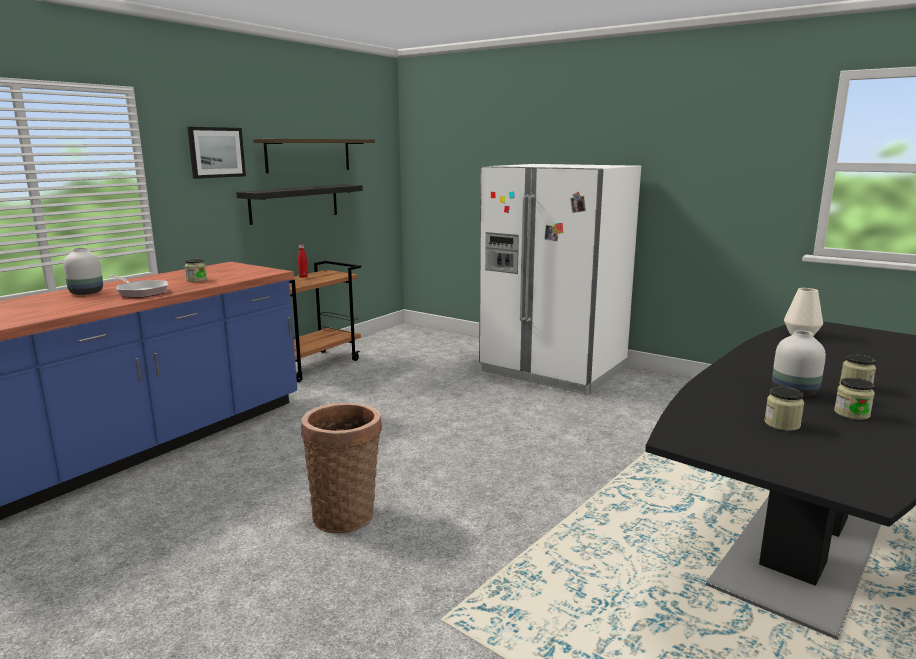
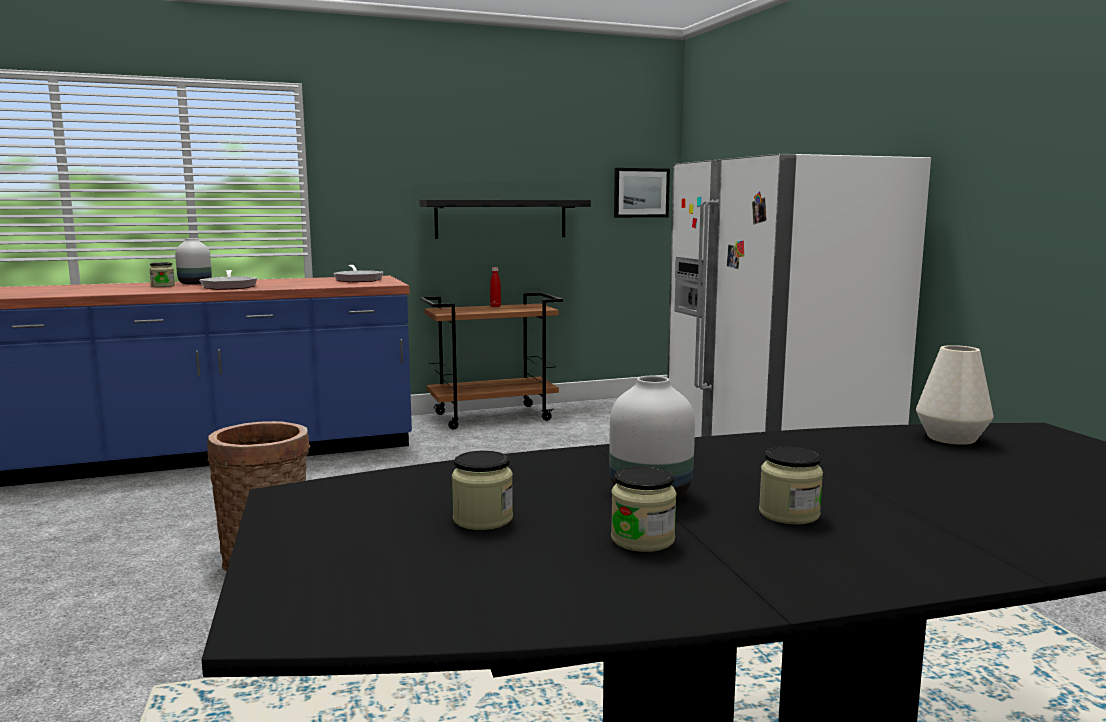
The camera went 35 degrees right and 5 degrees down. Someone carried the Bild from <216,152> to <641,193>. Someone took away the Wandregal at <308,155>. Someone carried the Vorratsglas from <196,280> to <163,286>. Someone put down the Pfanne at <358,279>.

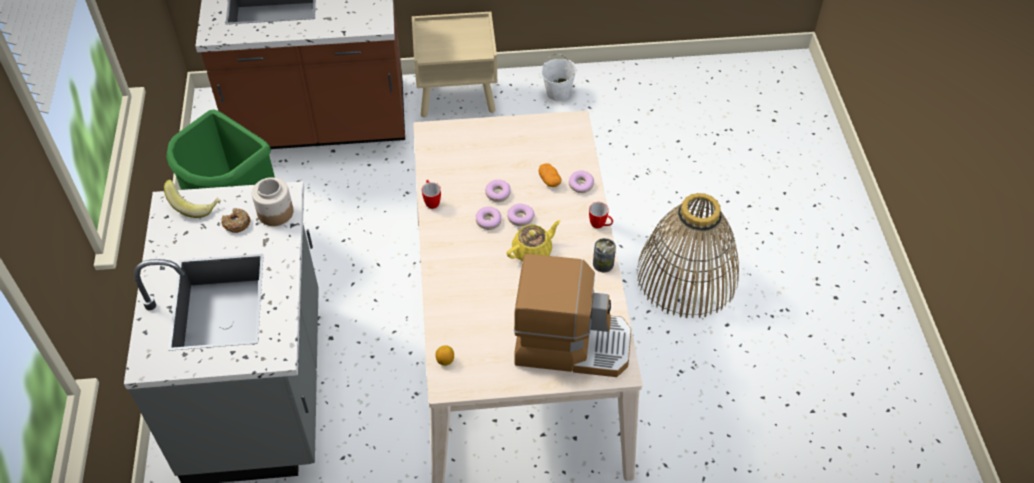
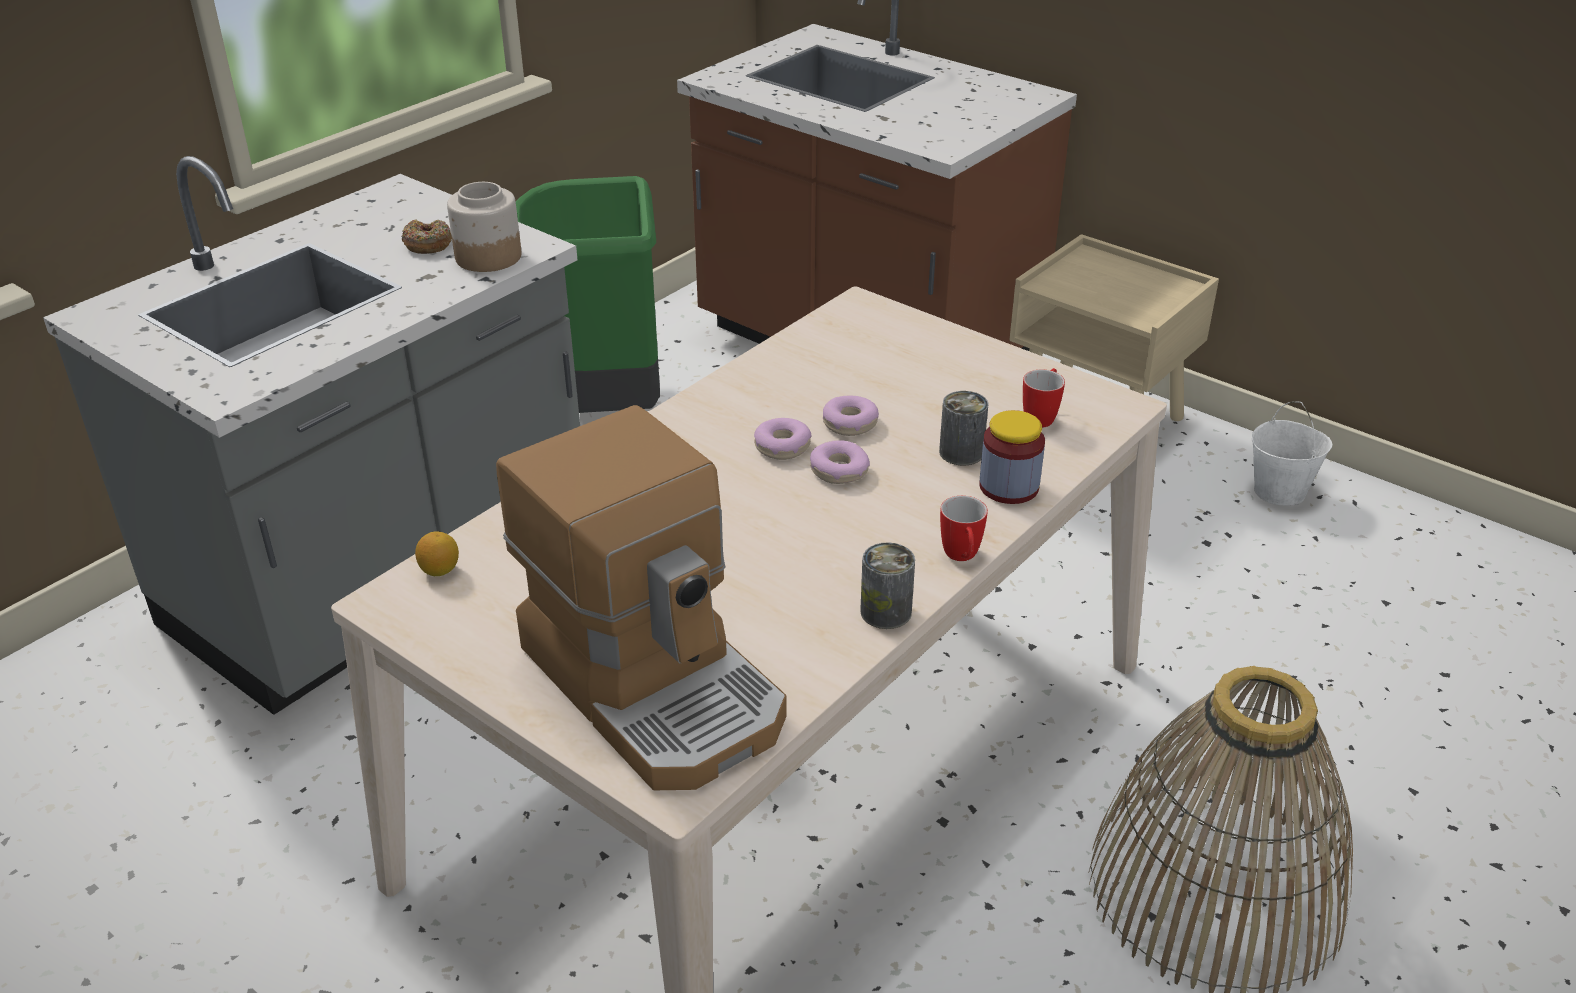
The camera went 45 degrees right and 15 degrees down. Someone swapped the Kartoffel at <549,180> for the Dose at <961,452>. Someone swapped the Donut at <581,185> for the Vorratsglas at <1009,487>. Someone took away the Banane at <195,205>. Someone carried the Henkelbecher from <431,201> to <1042,416>. Someone took away the Teekanne [gelb] at <533,251>.

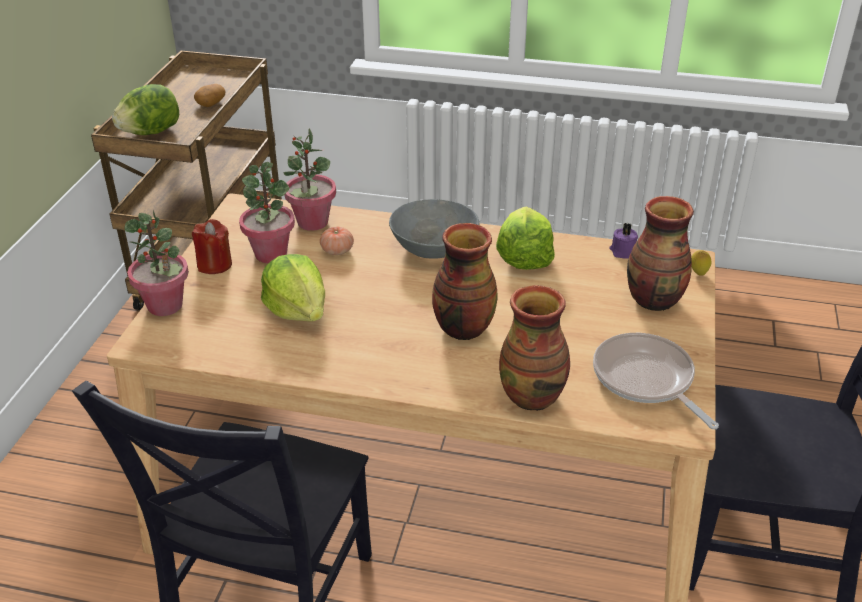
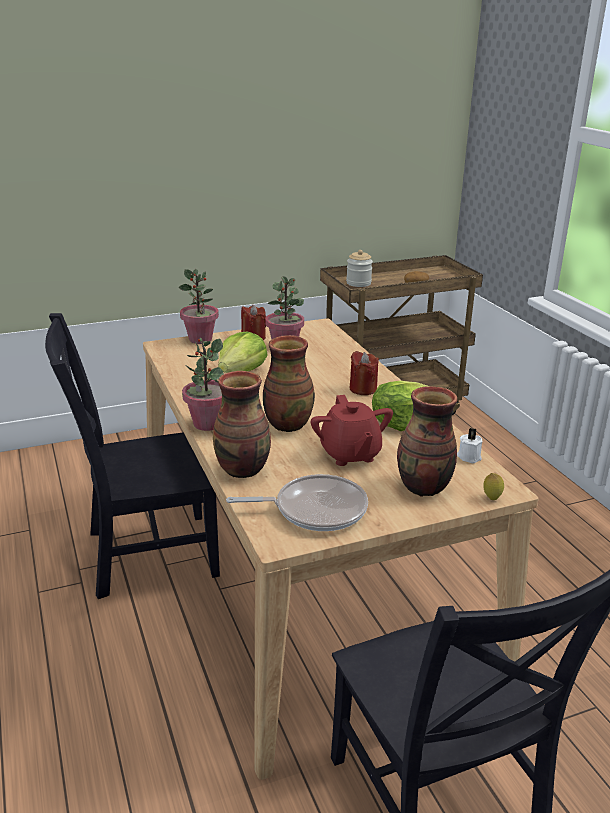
The camera went 55 degrees right and 10 degrees down. Someone swapped the Salatkopf at <151,132> for the Vorratsglas at <358,283>. Someone carried the Topfpflanze from <312,222> to <207,424>. Someone swapped the Schüssel [grau] at <433,248> for the Kerze [rot] at <363,389>. Someone repainted the Kerze [lila] at <622,252>, which became the Kerze [weiß] at <469,456>. Someone took away the Tomate at <337,250>. Someone rotated the Pfanne at <646,380> by 60 degrees clockwise. Someone put down the Teekanne [rot] at <350,454>.

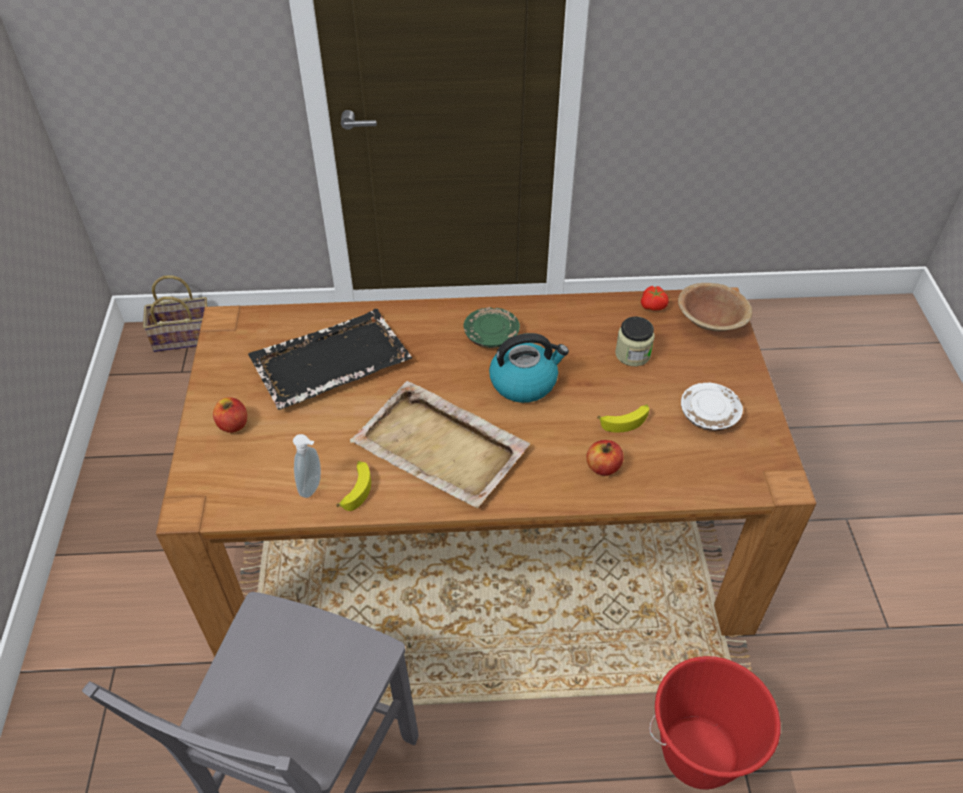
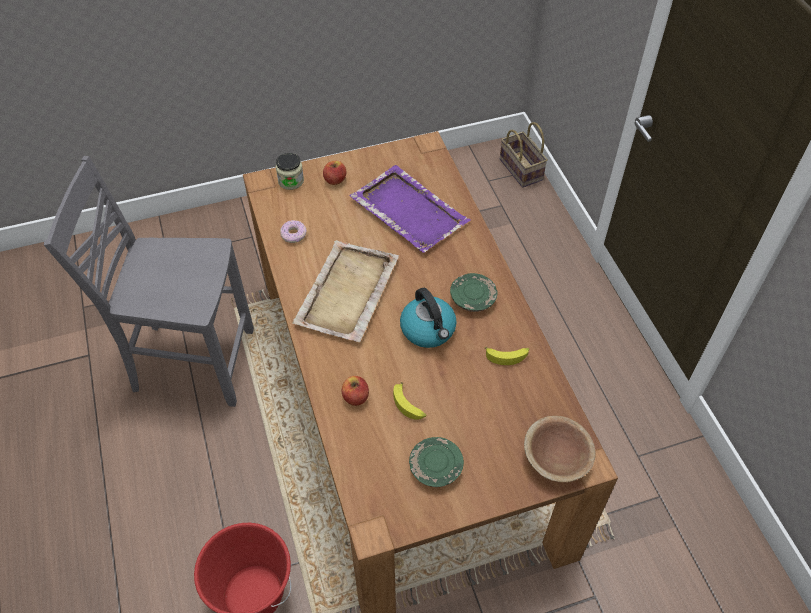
The camera went 75 degrees right and 5 degrees up. Someone took away the Tomate at <653,306>. Someone repainted the Tablett [schwarz] at <329,362>, which became the Tablett [lila] at <408,210>. Someone carried the Vorratsglas from <632,354> to <291,181>. Someone repainted the Teller [weiß] at <709,414>, which became the Teller [grün] at <436,467>. Someone swapped the Seifenspender at <313,487> for the Donut at <294,234>. Someone carried the Banane from <356,488> to <507,356>.

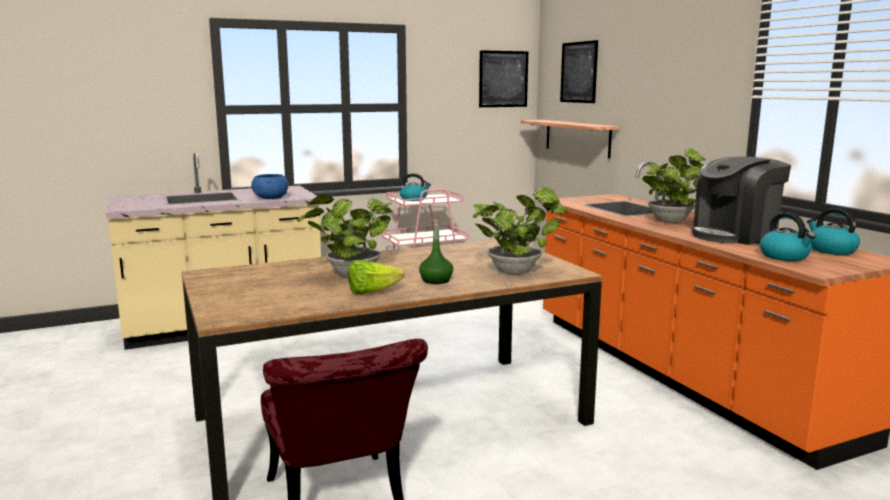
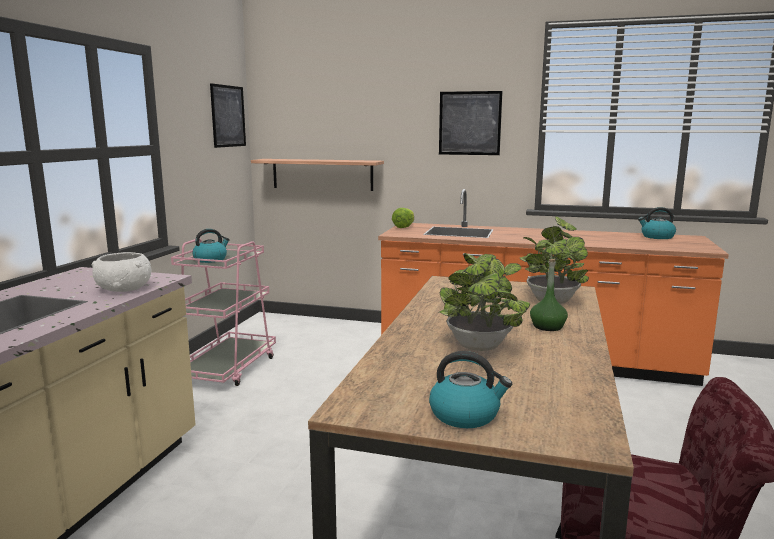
The camera went 50 degrees left and 0 degrees up. Someone carried the Bild from <578,72> to <469,123>. Someone took away the Topfpflanze at <672,220>. Someone took away the Kaffeemaschine at <735,235>. Someone repainted the Schüssel [blau] at <270,197>, which became the Schüssel [weiß] at <124,289>. Someone carried the Wasserkessel from <785,256> to <465,415>. Someone carried the Salatkopf from <372,292> to <404,227>.

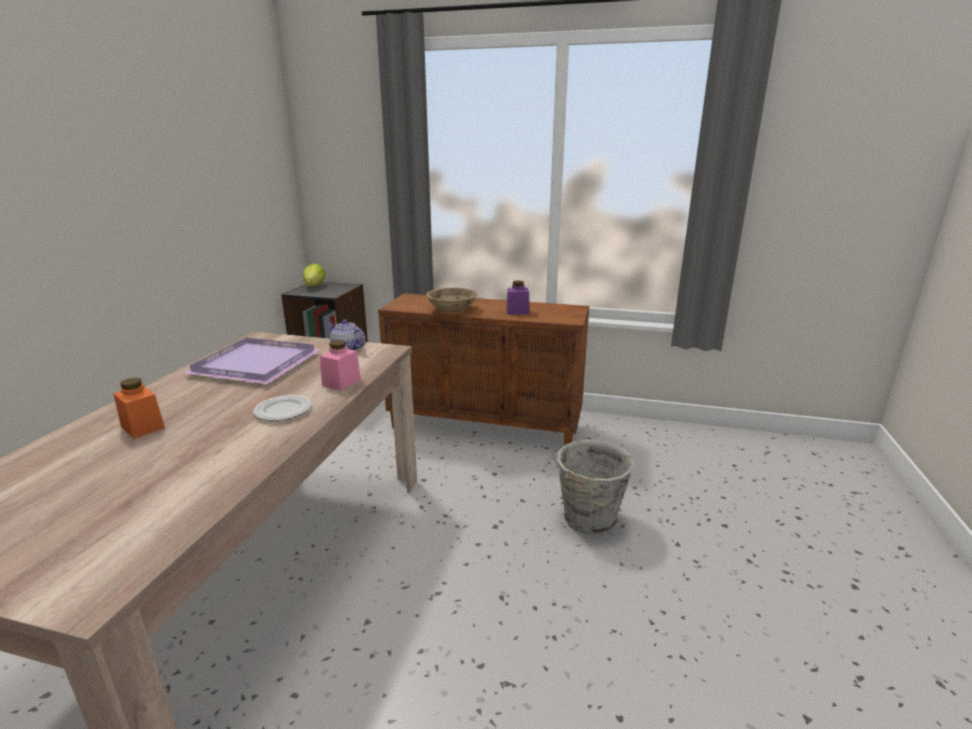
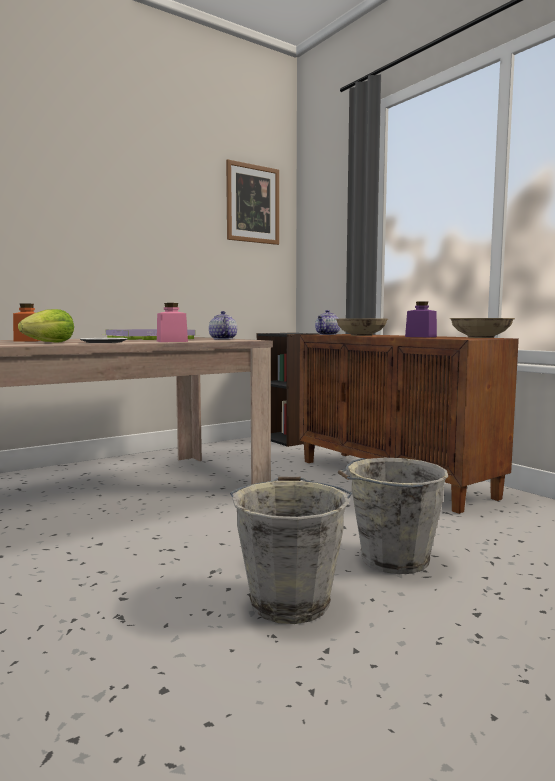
The camera went 40 degrees right and 15 degrees down. Someone carried the Salatkopf from <314,286> to <50,342>. Someone put up the Bild at <252,204>. Someone put down the Teekanne at <327,334>. Someone put down the Schüssel [beige] at <481,337>. Someone put down the Eimer [grau] at <290,600>.

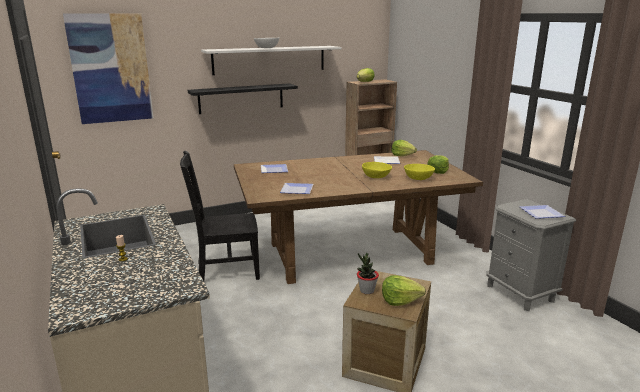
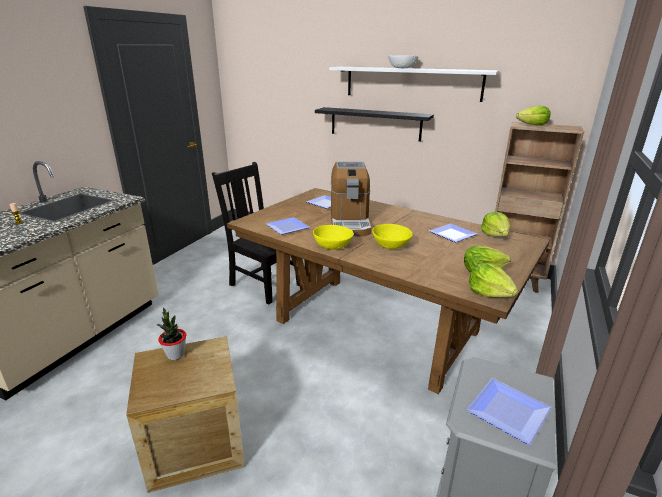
The camera went 50 degrees right and 5 degrees up. Someone took away the Bild at <110,69>. Someone carried the Schüssel [gelb] from <418,178> to <333,246>. Someone carried the Salatkopf from <400,300> to <489,293>. Someone put down the Kaffeemaschine at <350,223>.

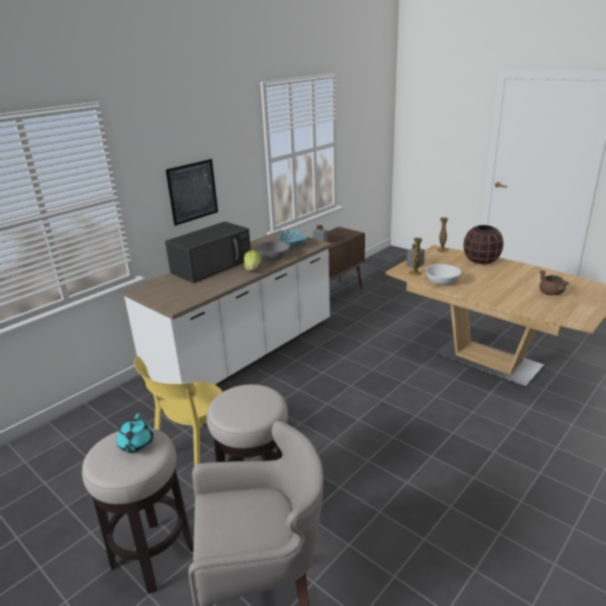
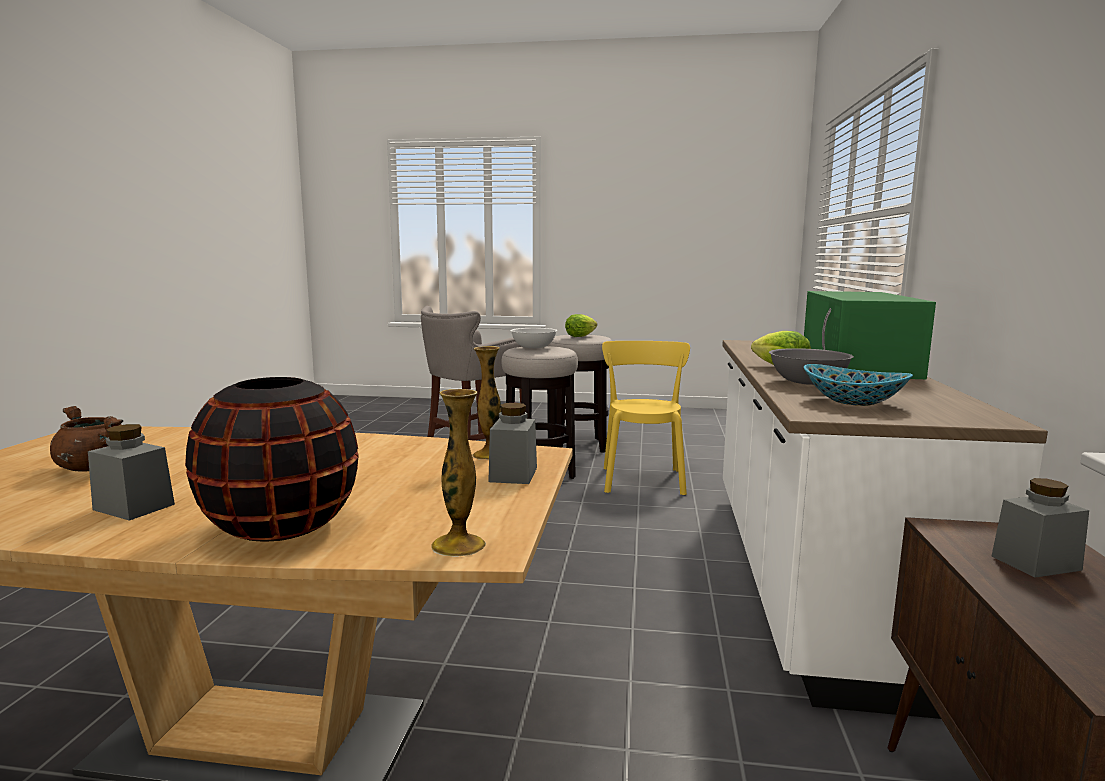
The camera went 145 degrees right and 15 degrees down. Someone took away the Bild at <192,191>. Someone repainted the Mikrowelle [schwarz] at <212,265>, which became the Mikrowelle [grün] at <858,365>. Someone carried the Schüssel [weiß] from <441,282> to <534,347>. Someone swapped the Teekanne [türkis] at <136,444> for the Salatkopf at <580,336>. Someone put down the Vorratsglas [grau] at <134,507>.

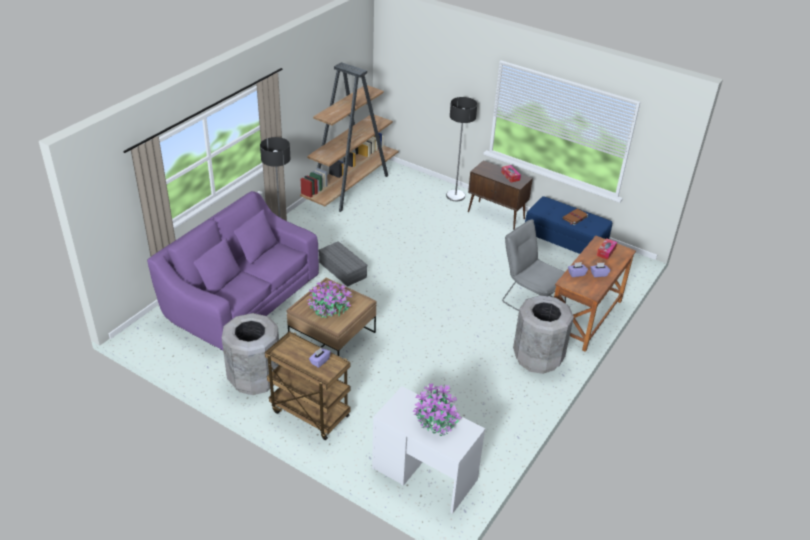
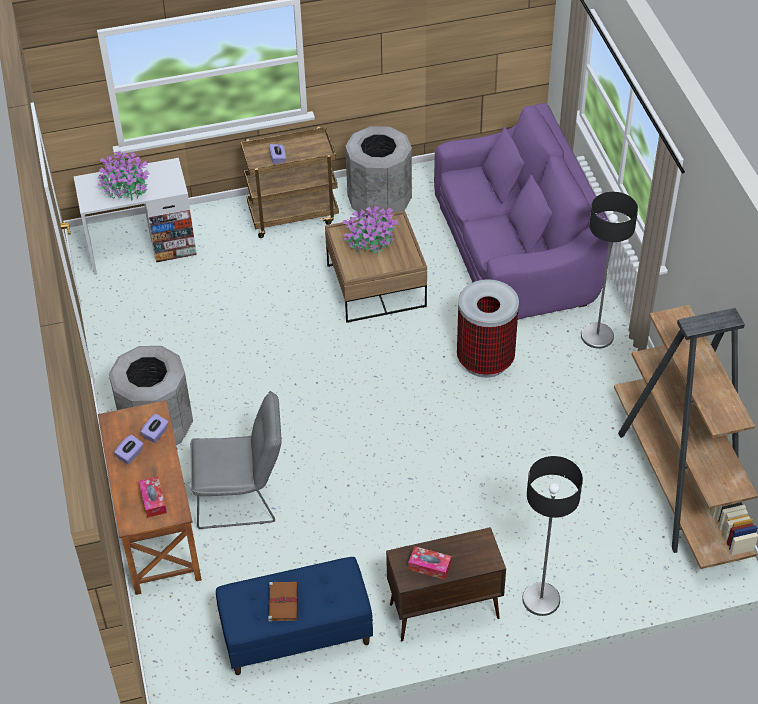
The camera went 135 degrees right and 10 degrees up. Someone swapped the Aufbewahrungsbox [grau] at <341,269> for the Mülleimer at <485,360>.

